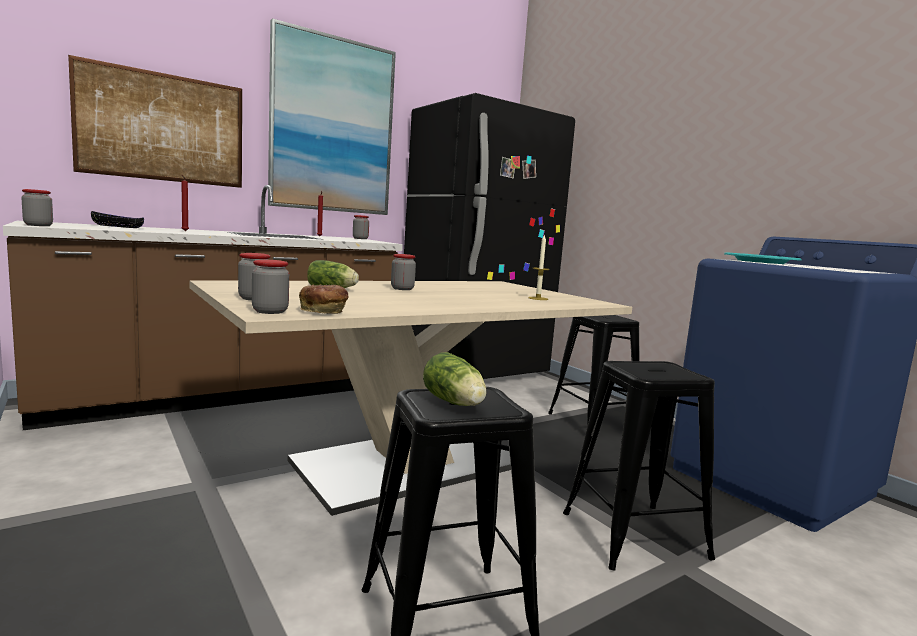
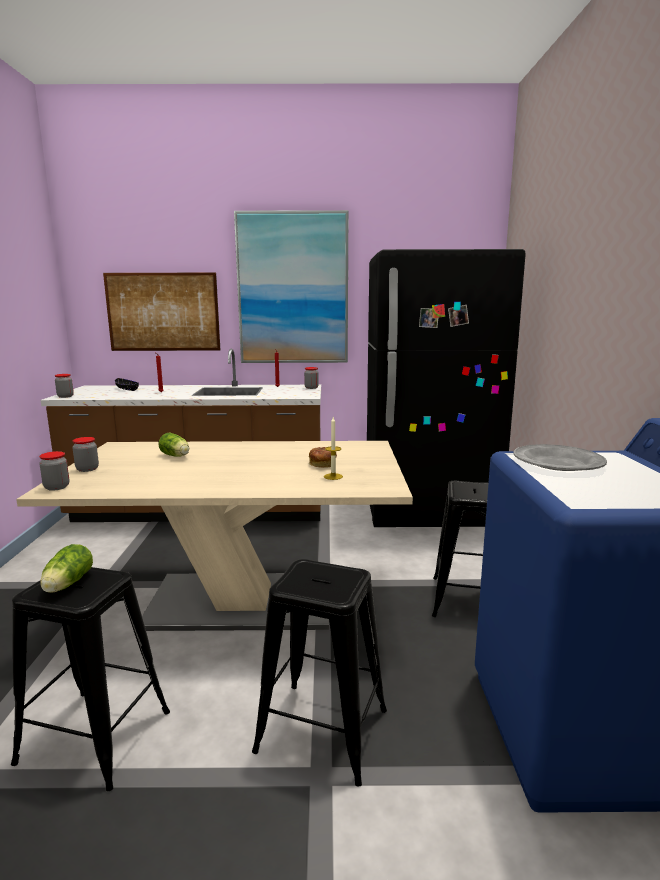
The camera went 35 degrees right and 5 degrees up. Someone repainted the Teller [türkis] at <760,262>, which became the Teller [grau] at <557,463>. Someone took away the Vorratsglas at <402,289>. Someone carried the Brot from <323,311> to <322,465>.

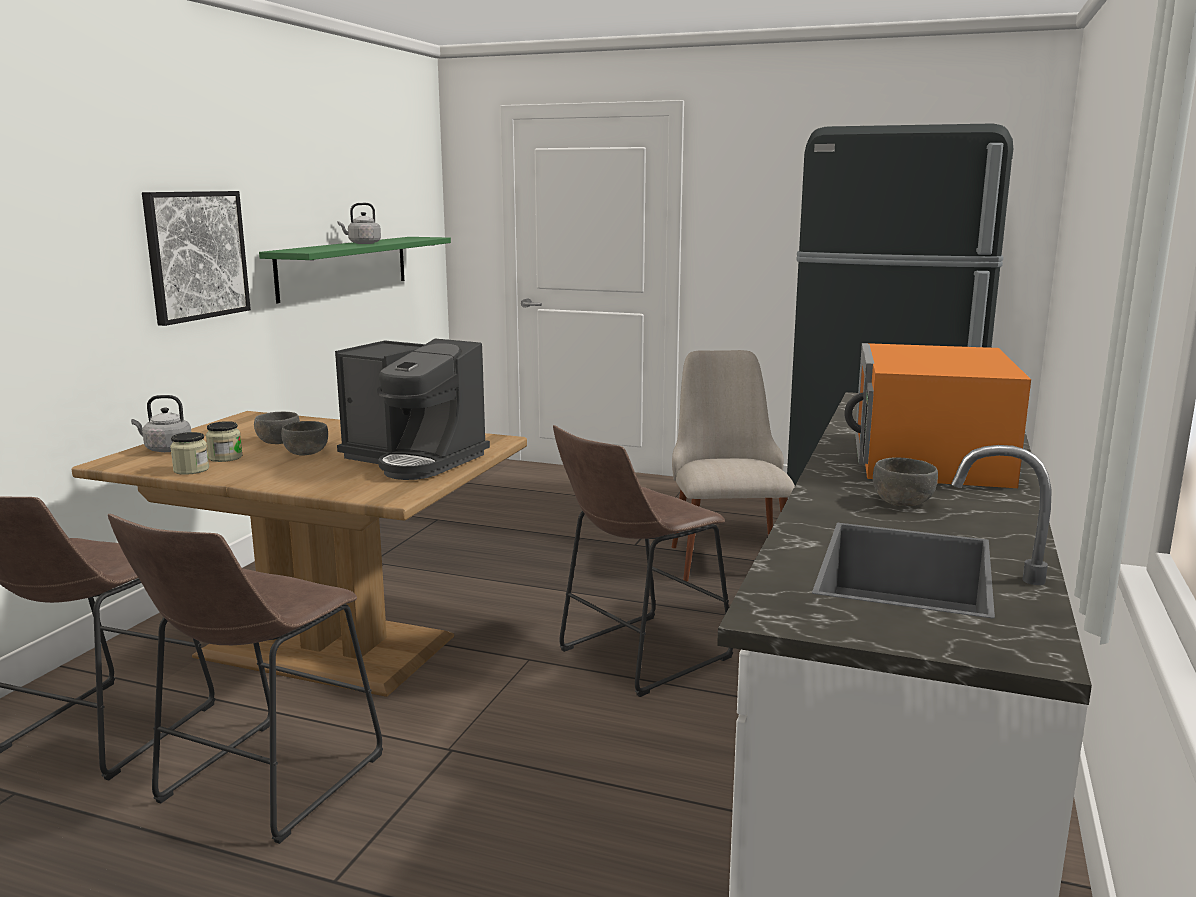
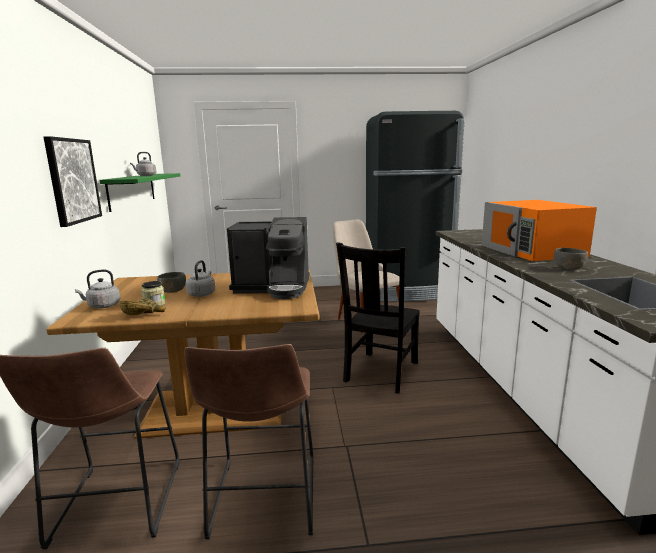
The camera went 25 degrees left and 0 degrees up. Someone swapped the Schüssel [grau] at <306,452> for the Wasserkessel [grau] at <202,294>. Someone swapped the Hocker [braun] at <637,656> for the Stuhl [schwarz] at <380,372>. Someone swapped the Vorratsglas at <191,470> for the Schüssel [braun] at <144,315>.

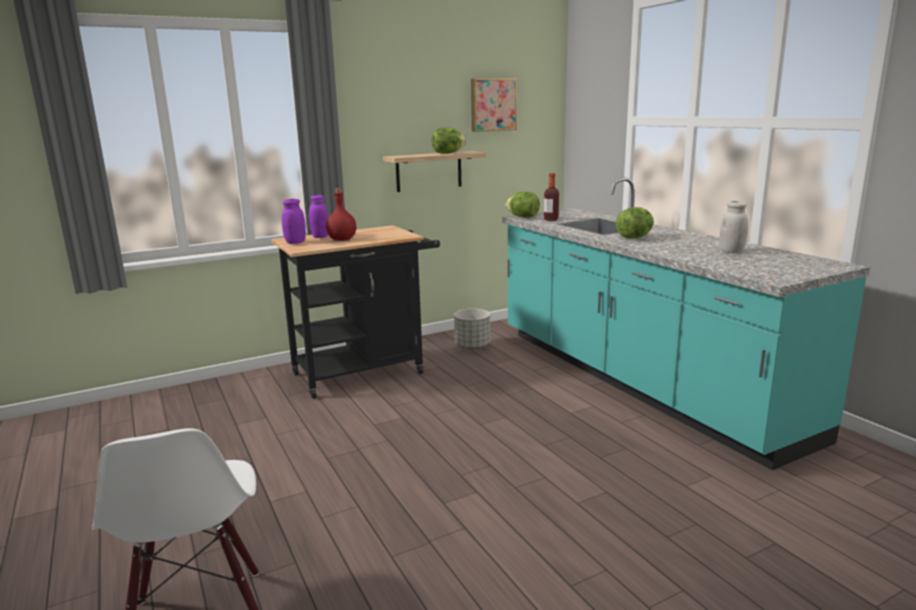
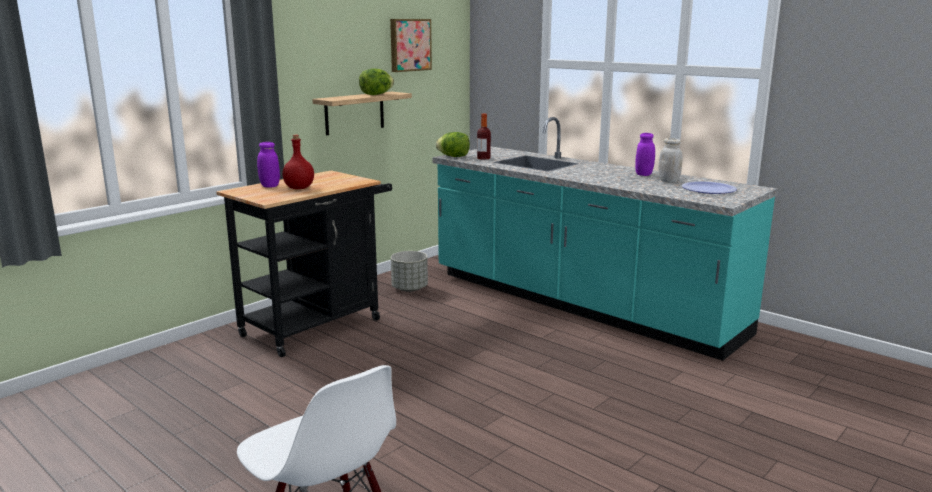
The camera went 20 degrees left and 0 degrees up. Someone carried the Vorratsglas [lila] from <295,242> to <644,174>. Someone took away the Salatkopf at <634,237>. Someone put down the Teller at <708,189>.

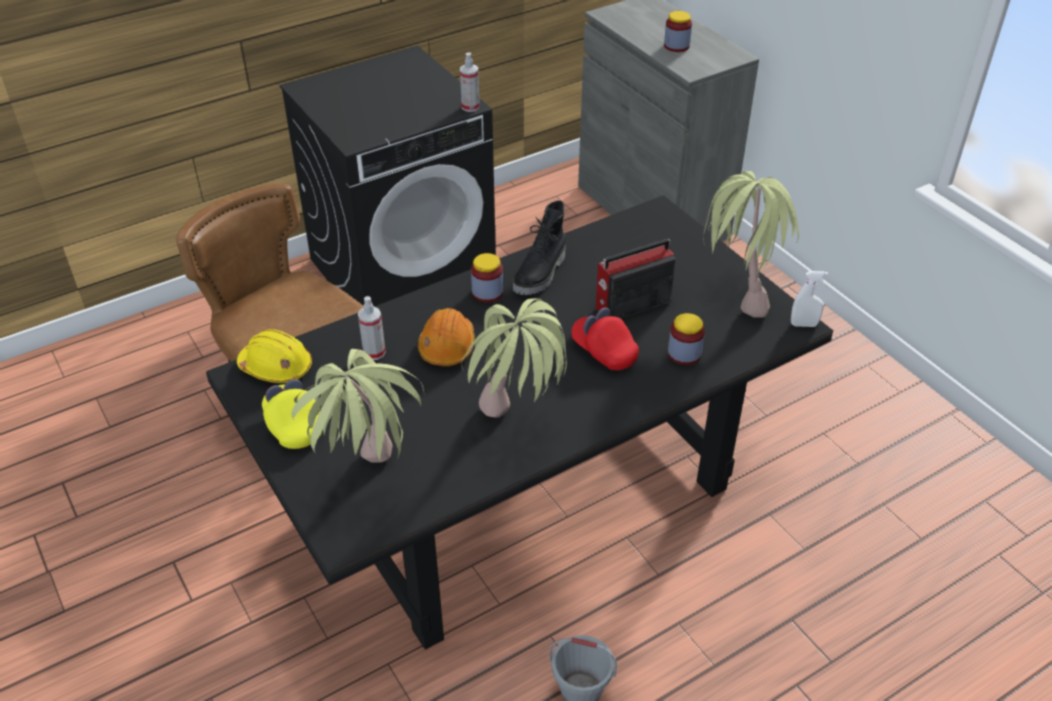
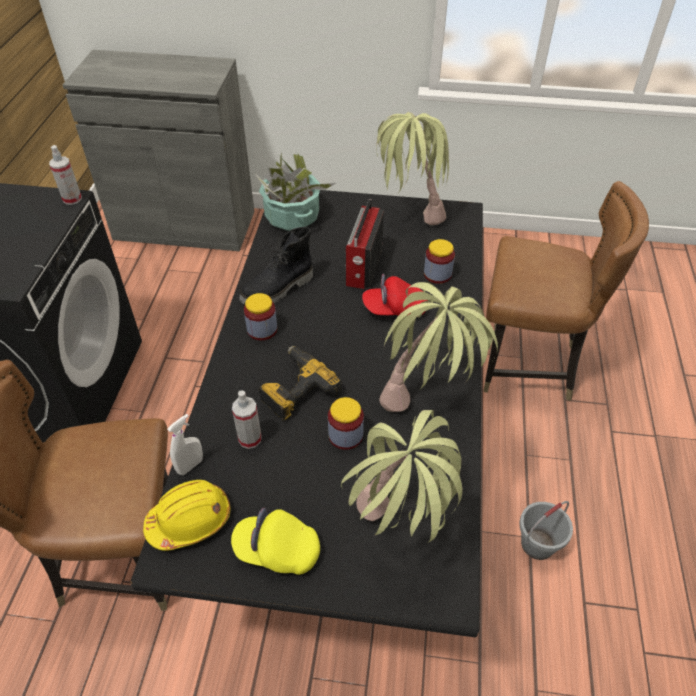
The camera went 50 degrees left and 5 degrees up. Someone carried the Vorratsglas from <676,46> to <345,435>. Someone rotated the Stiefel [schwarz] at <541,274> by 75 degrees clockwise. Someone carried the Sprühflasche [weiß] from <804,324> to <190,466>. Someone swapped the Schutzhelm [orange] at <447,346> for the Bohrmaschine at <295,389>. Someone put down the Topfpflanze at <292,216>. Someone put down the Stuhl [braun] at <528,364>.

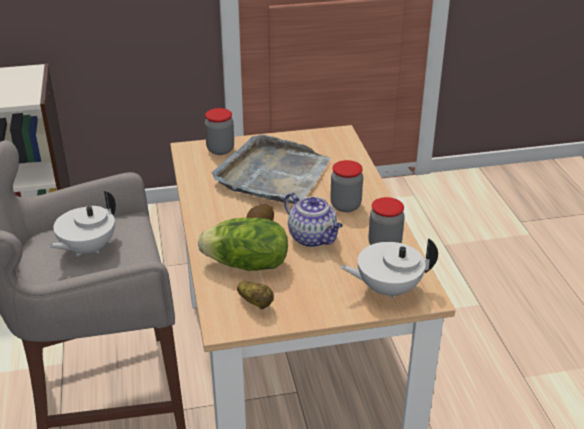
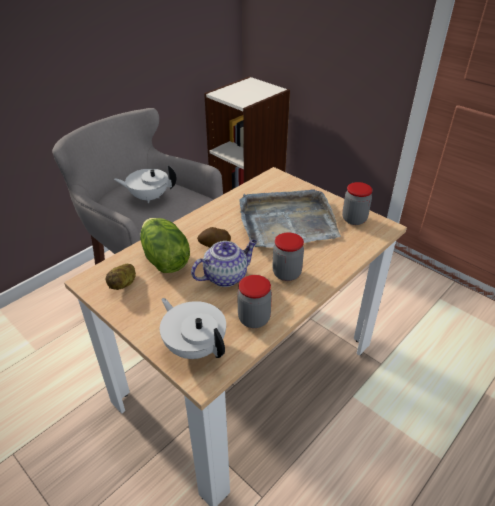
The camera went 55 degrees right and 5 degrees up. Someone carried the Vorratsglas from <220,149> to <354,219>. Someone rotated the Teekanne at <313,238> by 135 degrees counterclockwise.

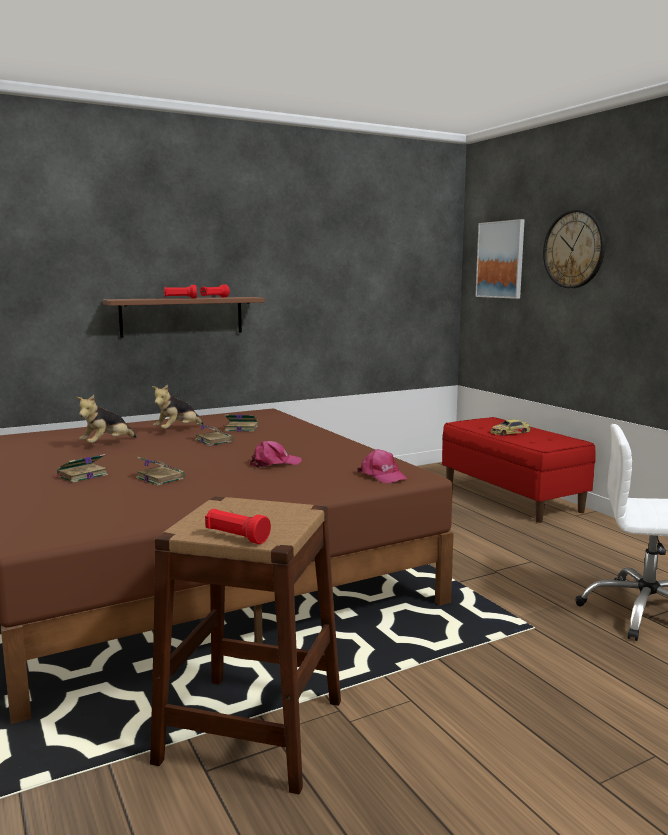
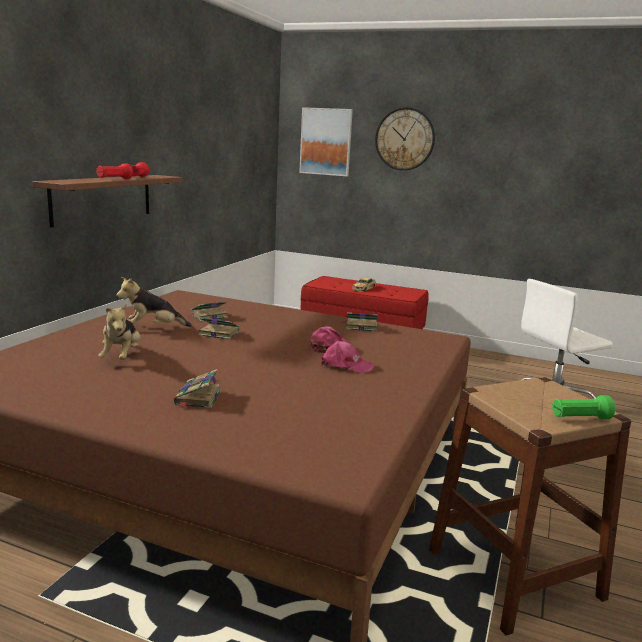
The camera went 40 degrees left and 5 degrees up. Someone rotated the Plüschtier at <177,430> by 75 degrees clockwise. Someone carried the Kappe [rosa] from <382,476> to <346,365>. Someone carried the Buch from <159,478> to <360,326>. Someone repainted the Taschenlampe [rot] at <236,537>, which became the Taschenlampe [grün] at <580,418>.

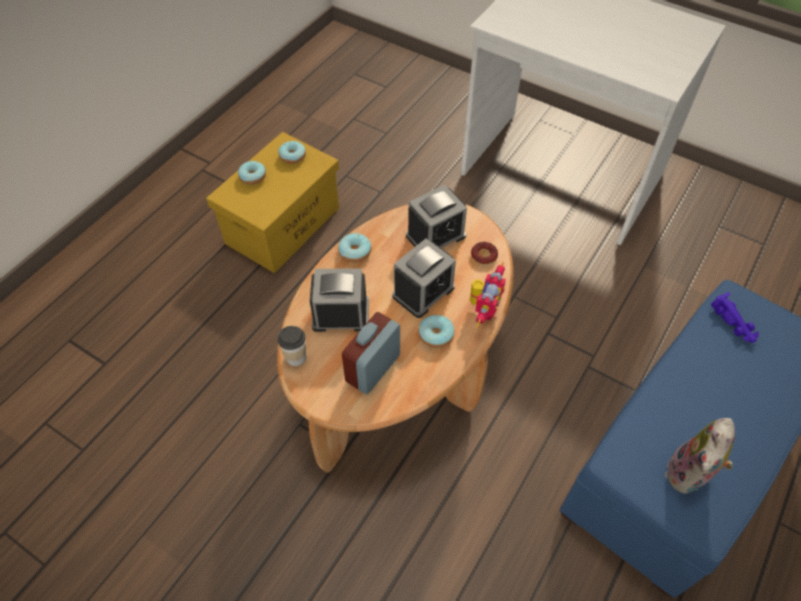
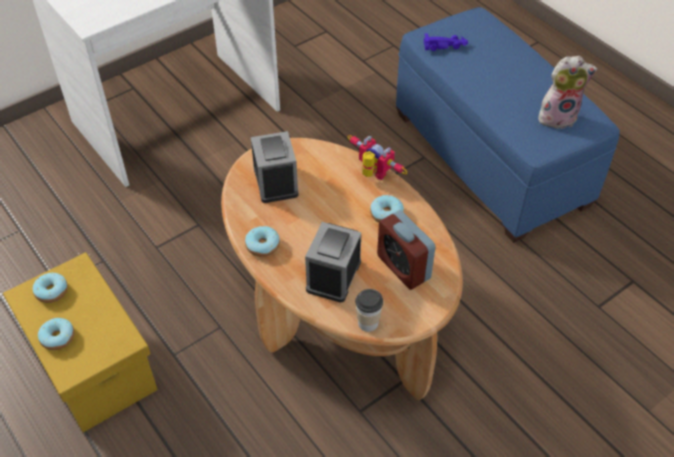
The camera went 70 degrees left and 5 degrees down. Someone took away the Wecker at <423,292>. Someone took away the Donut at <484,256>. Someone rotated the Plüschtier at <689,475> by 60 degrees counterclockwise.

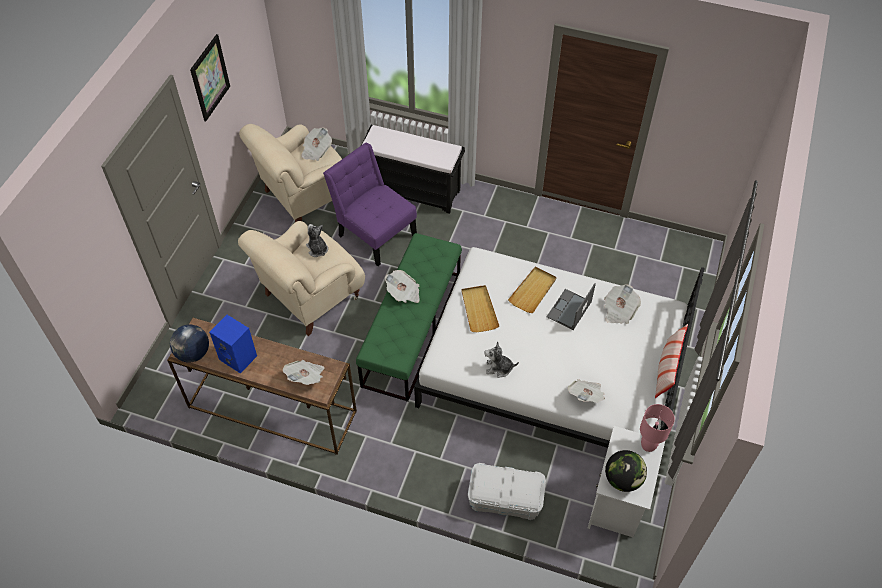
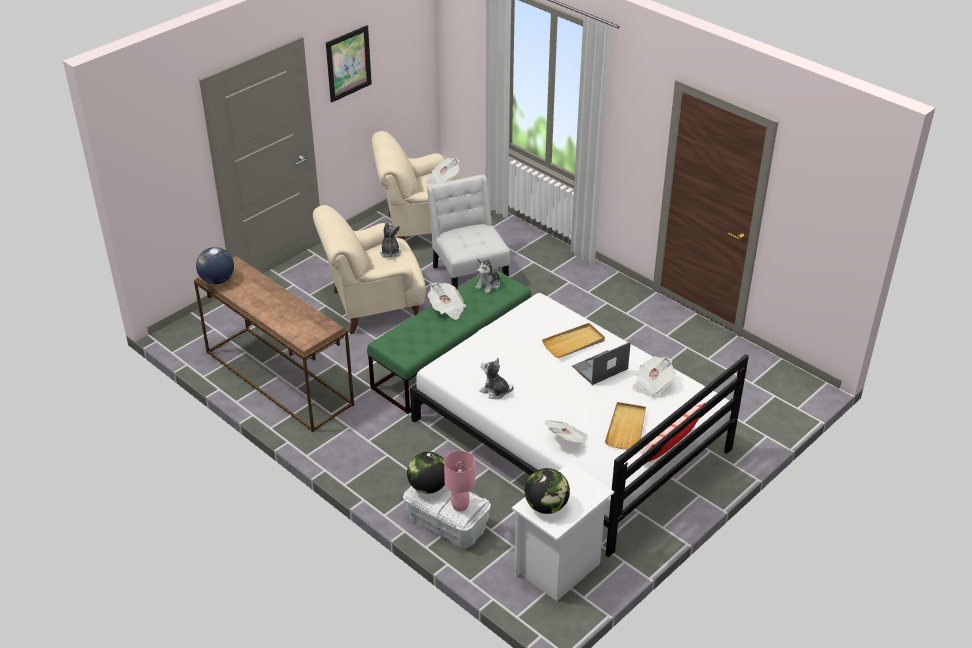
The camera went 25 degrees right and 15 degrees down. Someone took away the Bank [schwarz] at <413,190>. Someone repainted the Stuhl [lila] at <374,233>, which became the Stuhl [weiß] at <469,274>. Someone carried the Tablett [beige] from <479,310> to <626,428>. Someone took away the Lautsprecher [blau] at <239,357>. Someone took away the Zeitung at <306,377>. Someone carried the Tischlampe [rosa] from <648,445> to <460,505>. Someone put down the Plüschtier at <488,285>. Someone put down the Globus at <428,487>.

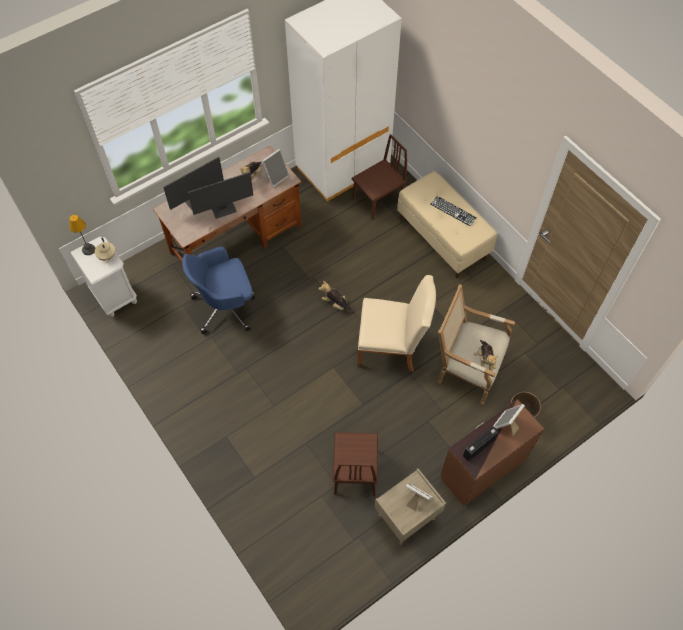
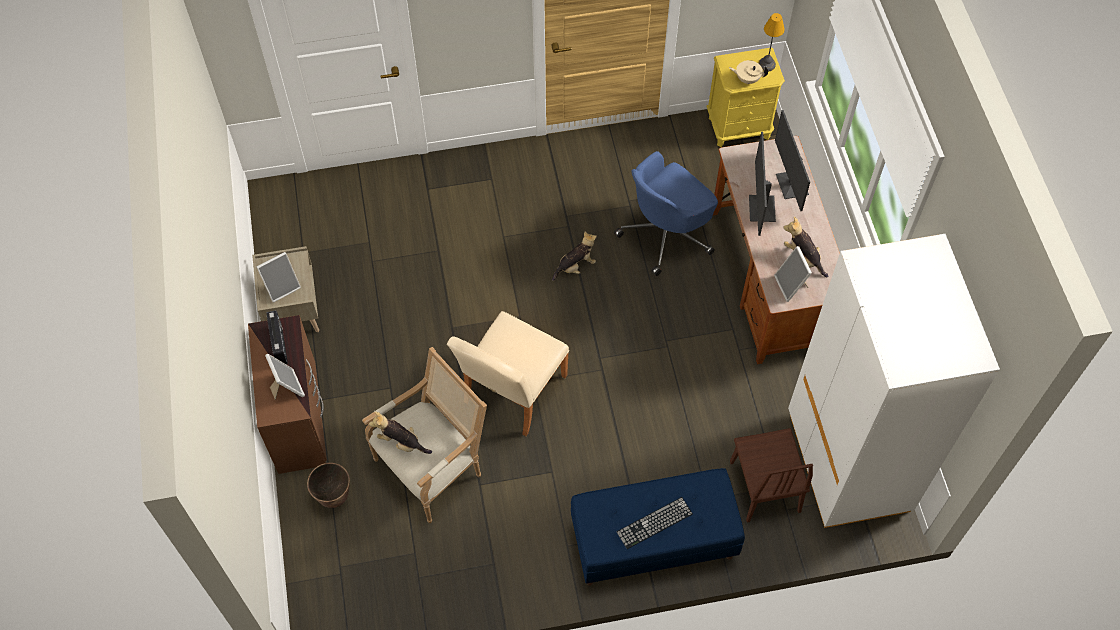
The camera went 115 degrees right and 0 degrees up. Someone repainted the Bank [beige] at <443,238>, which became the Bank [blau] at <652,543>. Someone repainted the Nachttisch [weiß] at <114,296>, which became the Nachttisch [gelb] at <739,127>. Someone rotated the Bürostuhl [blau] at <226,306> by 135 degrees counterclockwise. Someone carried the Plüschtier from <336,304> to <576,266>. Someone took away the Stuhl [braun] at <355,471>.

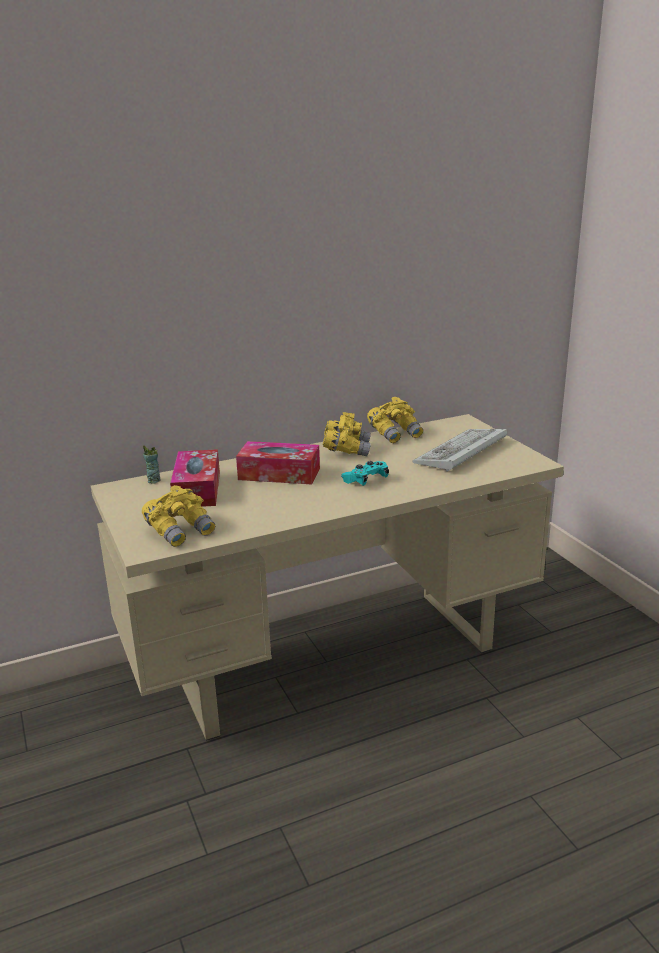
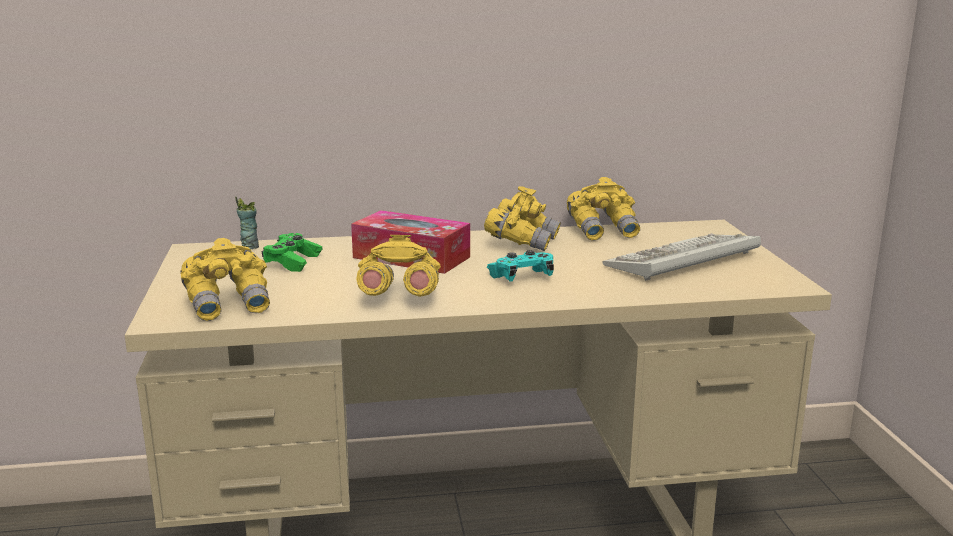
The camera went 15 degrees right and 5 degrees down. Someone swapped the Taschentuchbox at <197,489> for the Gamepad [grün] at <293,262>. Someone put down the Fernglas [gelb] at <399,297>.

